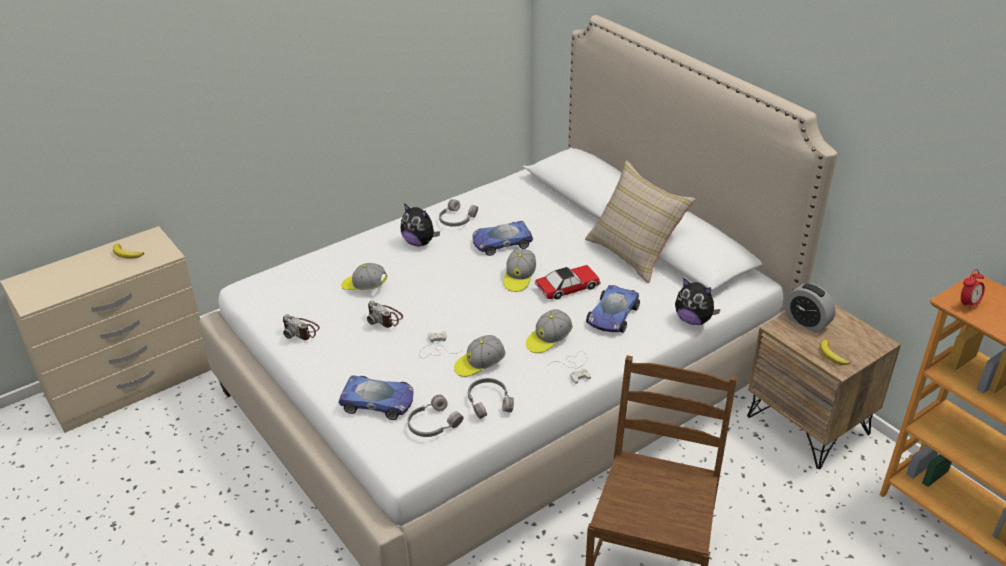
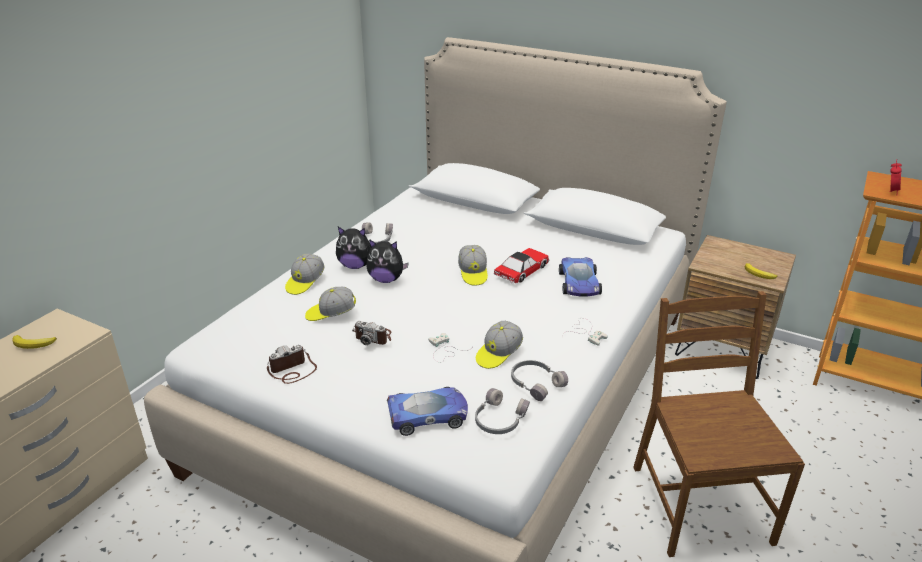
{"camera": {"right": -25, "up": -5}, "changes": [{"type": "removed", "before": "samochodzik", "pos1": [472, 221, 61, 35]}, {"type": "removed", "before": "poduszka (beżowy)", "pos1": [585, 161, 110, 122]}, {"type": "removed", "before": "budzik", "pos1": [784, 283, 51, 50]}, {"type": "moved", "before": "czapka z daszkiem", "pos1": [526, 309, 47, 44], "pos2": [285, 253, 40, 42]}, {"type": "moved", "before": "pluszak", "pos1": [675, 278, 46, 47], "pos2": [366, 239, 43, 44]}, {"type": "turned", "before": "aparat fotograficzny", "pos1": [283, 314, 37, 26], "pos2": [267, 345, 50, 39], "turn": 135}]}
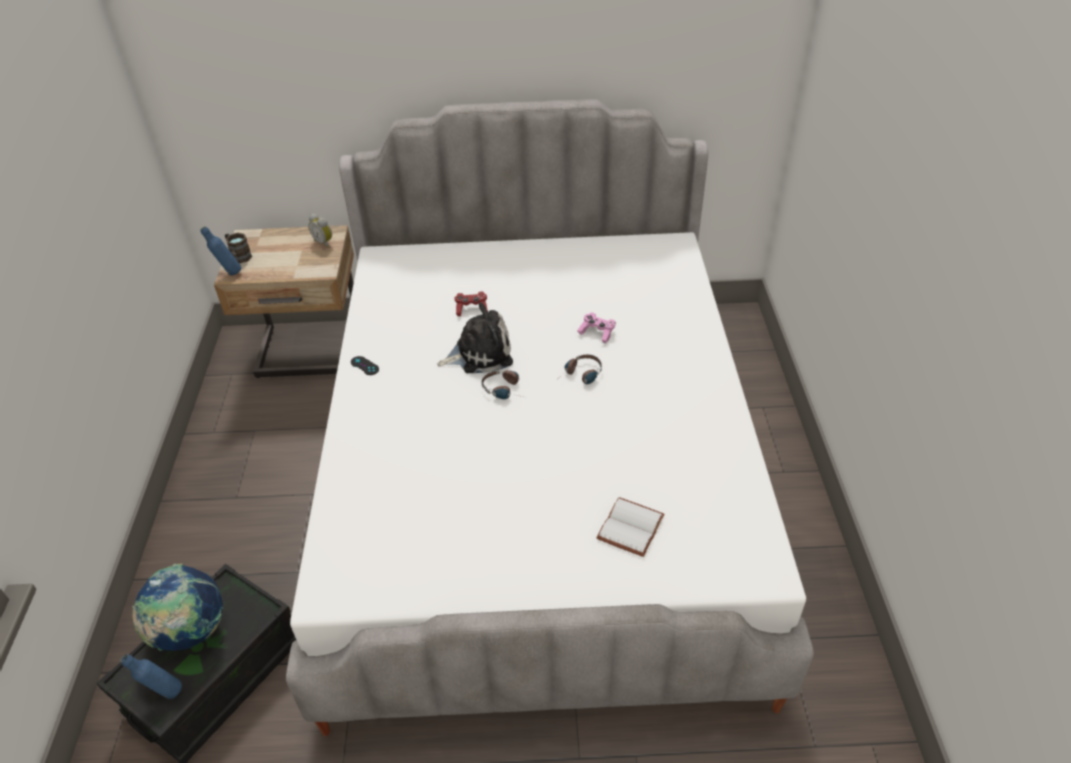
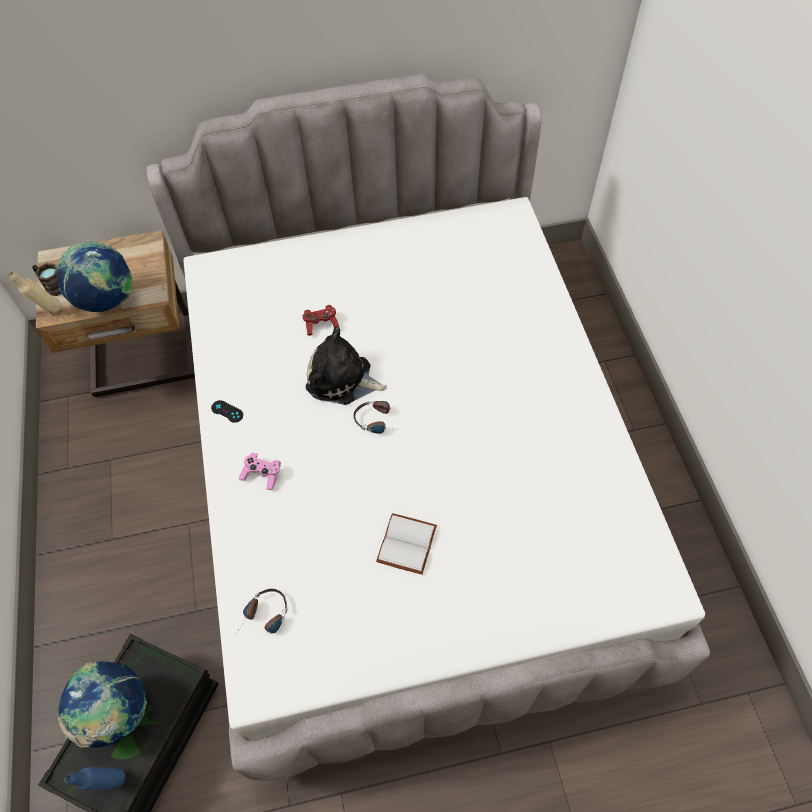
{"camera": {"right": -10, "up": 15}, "changes": [{"type": "removed", "before": "budzik", "pos1": [308, 214, 24, 34]}, {"type": "added", "after": "globus", "pos2": [56, 241, 76, 71]}, {"type": "moved", "before": "słuchawki", "pos1": [561, 355, 41, 29], "pos2": [237, 589, 50, 44]}, {"type": "moved", "before": "pad do gier (różowy)", "pos1": [577, 313, 38, 30], "pos2": [239, 453, 42, 37]}, {"type": "moved", "before": "książka (biały)", "pos1": [597, 497, 68, 60], "pos2": [376, 513, 61, 62]}, {"type": "recoloured", "before": "butelka (niebieski)", "after": "butelka (beżowy)", "pos1": [200, 227, 41, 49], "pos2": [8, 272, 53, 43]}, {"type": "turned", "before": "pluszak", "pos1": [437, 302, 76, 71], "pos2": [306, 327, 81, 78], "turn": -135}]}
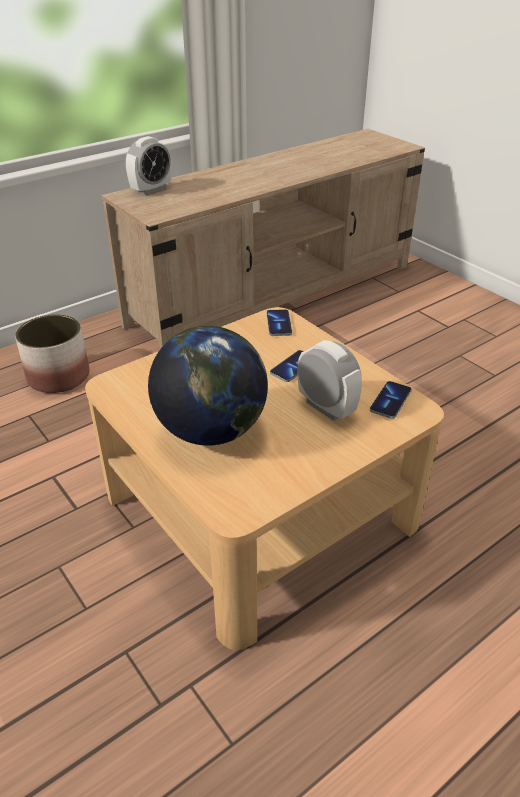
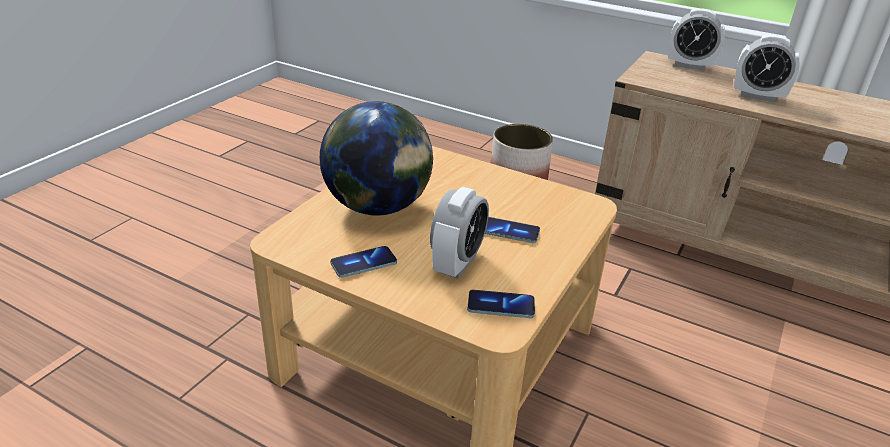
{"camera": {"right": 65, "up": -5}, "changes": [{"type": "added", "after": "budzik", "pos2": [734, 34, 66, 68]}, {"type": "moved", "before": "telefon", "pos1": [267, 309, 25, 27], "pos2": [330, 246, 67, 32]}]}
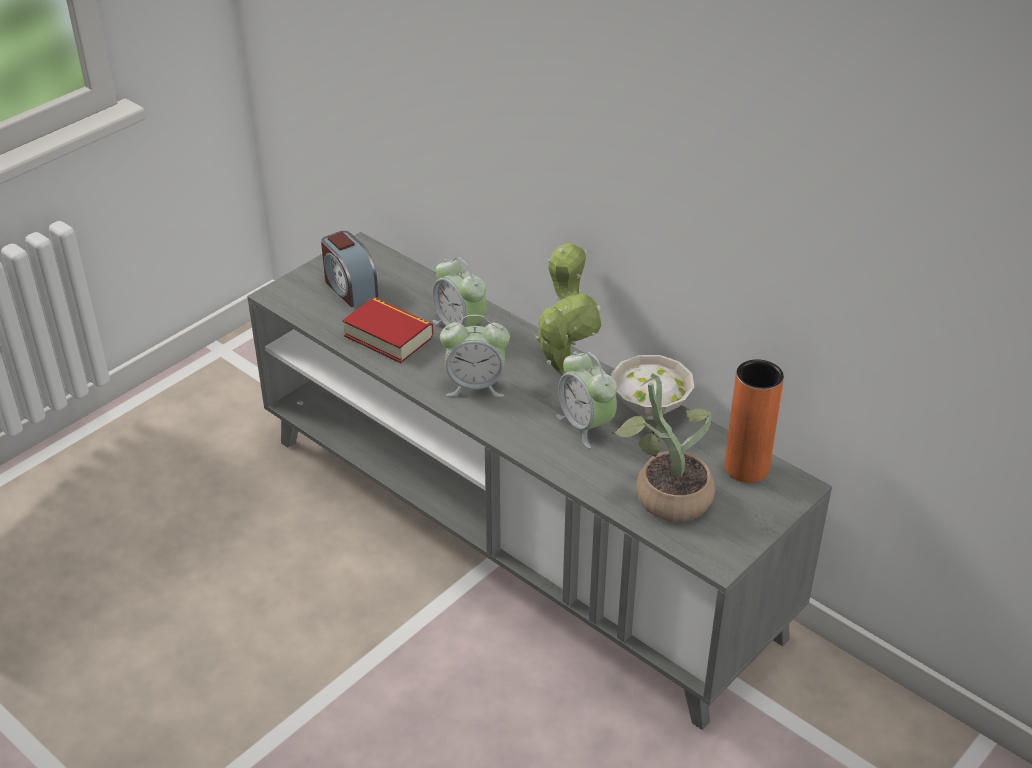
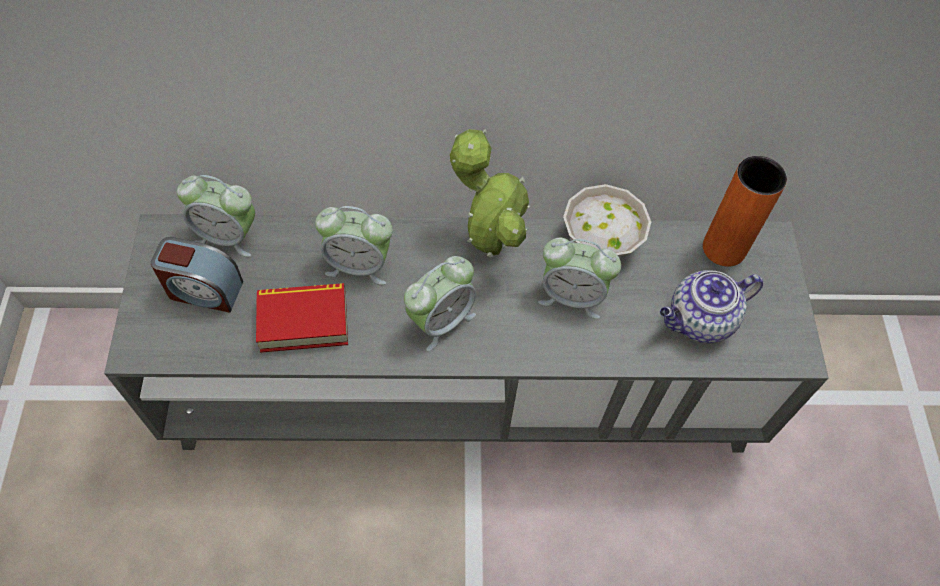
{"camera": {"right": -45, "up": 20}, "changes": [{"type": "added", "after": "budzik", "pos2": [177, 175, 78, 82]}, {"type": "replaced", "before": "roślina doniczkowa", "after": "imbryk", "pos1": [612, 373, 103, 149], "pos2": [660, 270, 103, 73]}]}
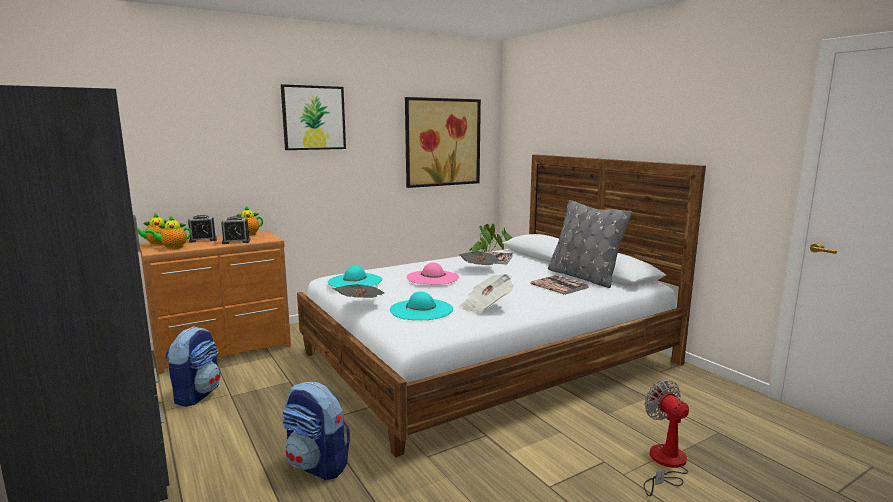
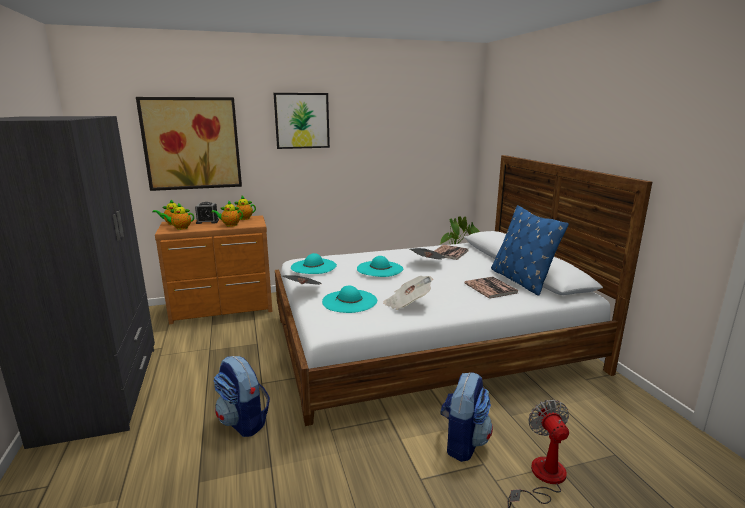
{"camera": {"right": 15, "up": 5}, "changes": [{"type": "moved", "before": "plecak", "pos1": [165, 326, 56, 81], "pos2": [440, 372, 53, 90]}, {"type": "moved", "before": "obraz", "pos1": [405, 97, 76, 91], "pos2": [136, 97, 106, 94]}, {"type": "replaced", "before": "budzik", "after": "imbryk", "pos1": [221, 216, 29, 28], "pos2": [211, 200, 32, 27]}, {"type": "recoloured", "before": "kapelusz (różowy)", "after": "kapelusz (turkusowy)", "pos1": [407, 262, 52, 23], "pos2": [357, 256, 46, 21]}, {"type": "recoloured", "before": "poduszka (szary)", "after": "poduszka (niebieski)", "pos1": [548, 200, 84, 88], "pos2": [491, 205, 78, 91]}]}
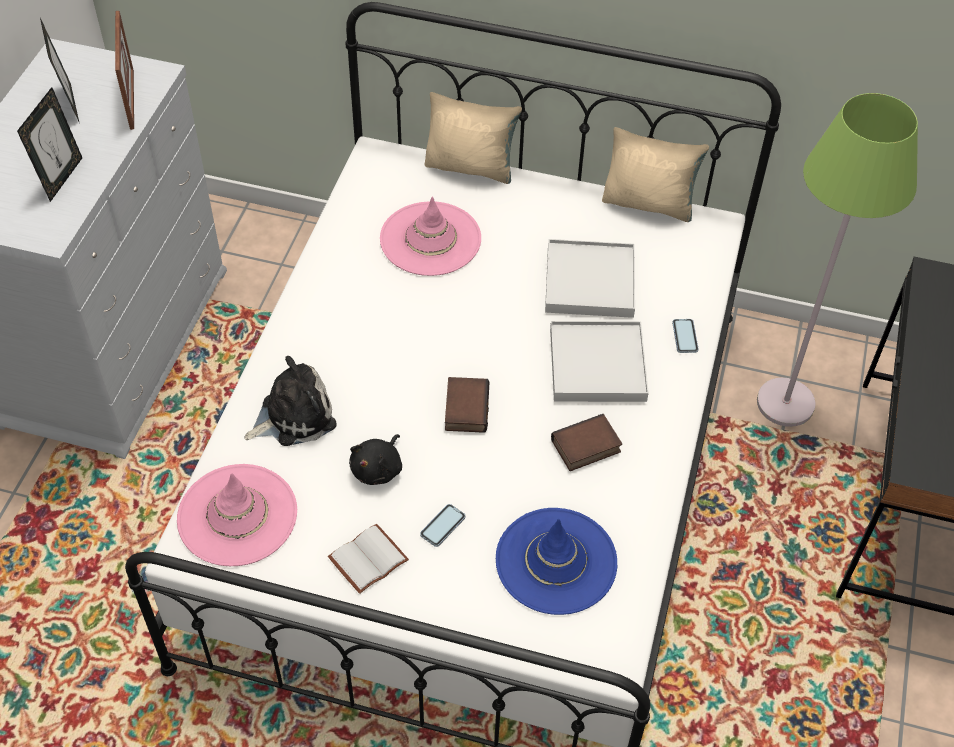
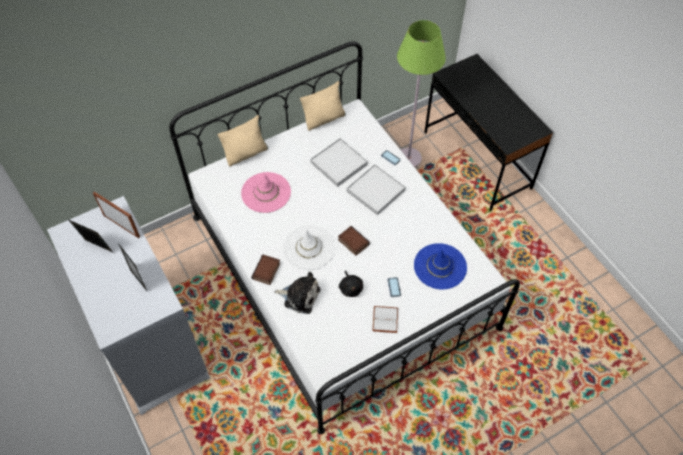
{"camera": {"right": -45, "up": 5}, "changes": [{"type": "removed", "before": "kapelusz (różowy)", "pos1": [177, 464, 120, 102]}, {"type": "added", "after": "kapelusz (biały)", "pos2": [283, 225, 52, 45]}, {"type": "moved", "before": "książka", "pos1": [551, 414, 71, 57], "pos2": [252, 254, 28, 31]}, {"type": "turned", "before": "pluszak", "pos1": [244, 356, 93, 90], "pos2": [275, 272, 46, 42], "turn": 90}]}
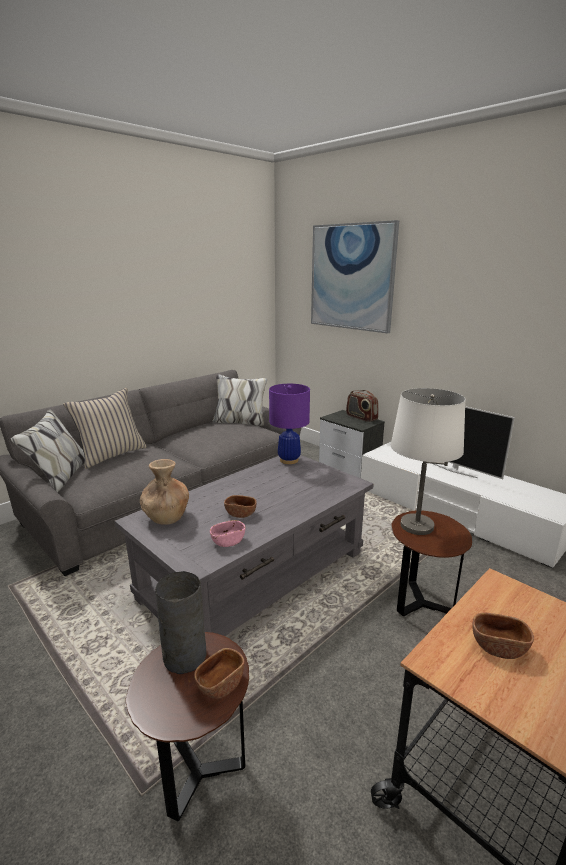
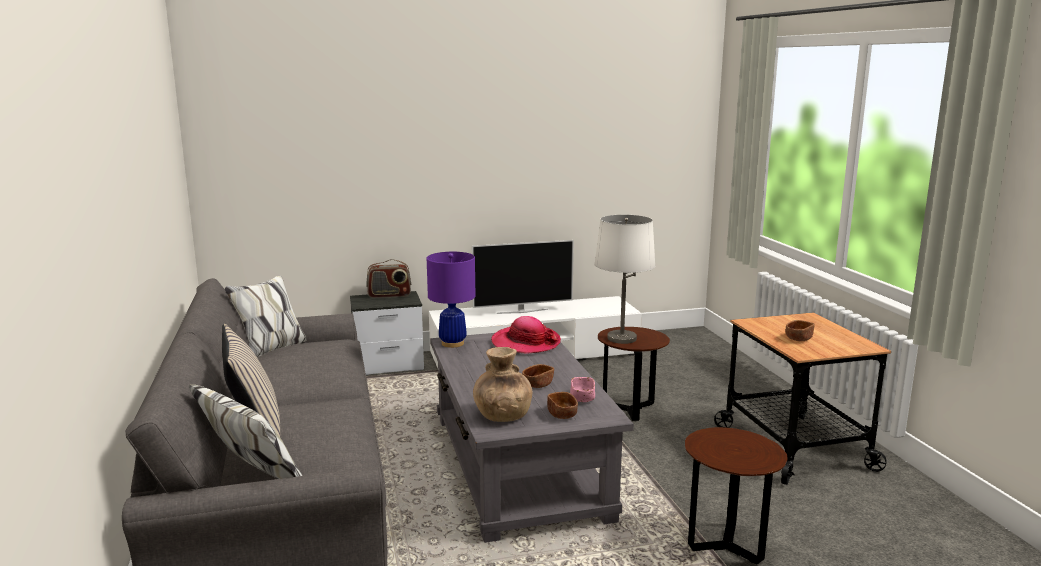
{"camera": {"right": -60, "up": -5}, "changes": [{"type": "removed", "before": "wazon (szary)", "pos1": [155, 571, 52, 103]}, {"type": "removed", "before": "obraz", "pos1": [311, 220, 88, 114]}, {"type": "added", "after": "kapelusz", "pos2": [491, 316, 70, 38]}, {"type": "moved", "before": "miska (brązowy)", "pos1": [194, 648, 51, 51], "pos2": [547, 392, 31, 27]}]}
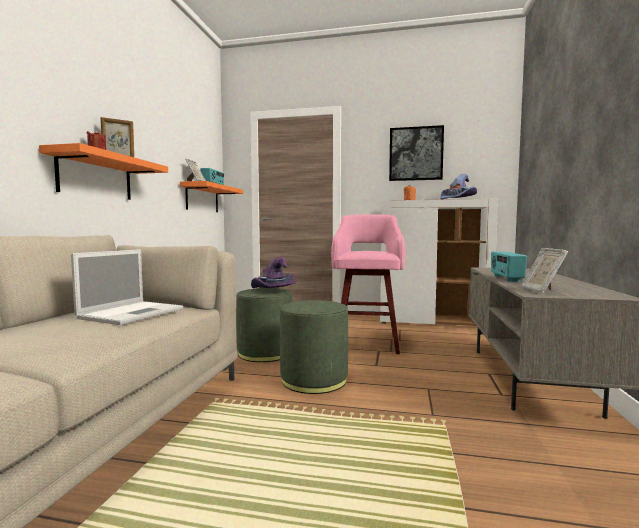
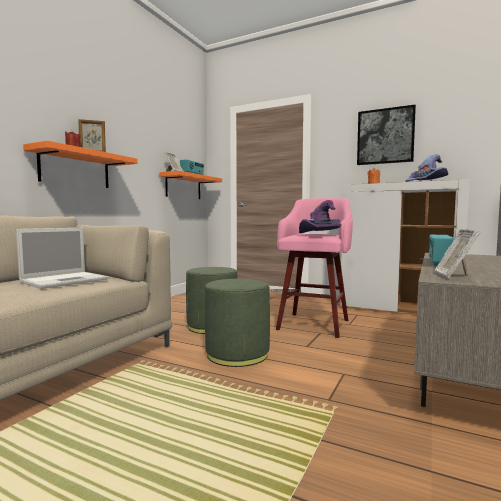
{"camera": {"right": 15, "up": 0}, "changes": [{"type": "moved", "before": "kapelusz (fioletowy)", "pos1": [251, 257, 45, 31], "pos2": [299, 200, 42, 33]}]}
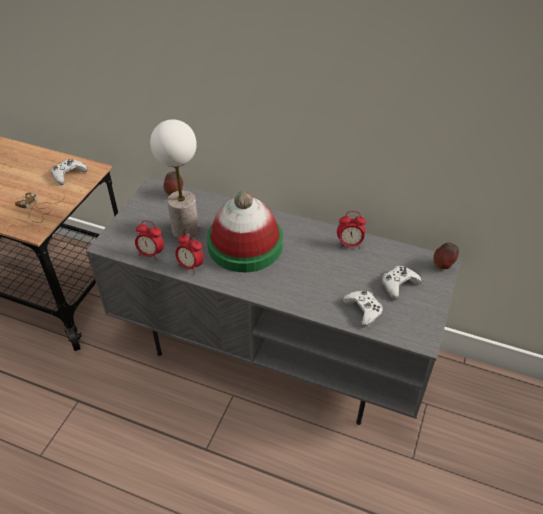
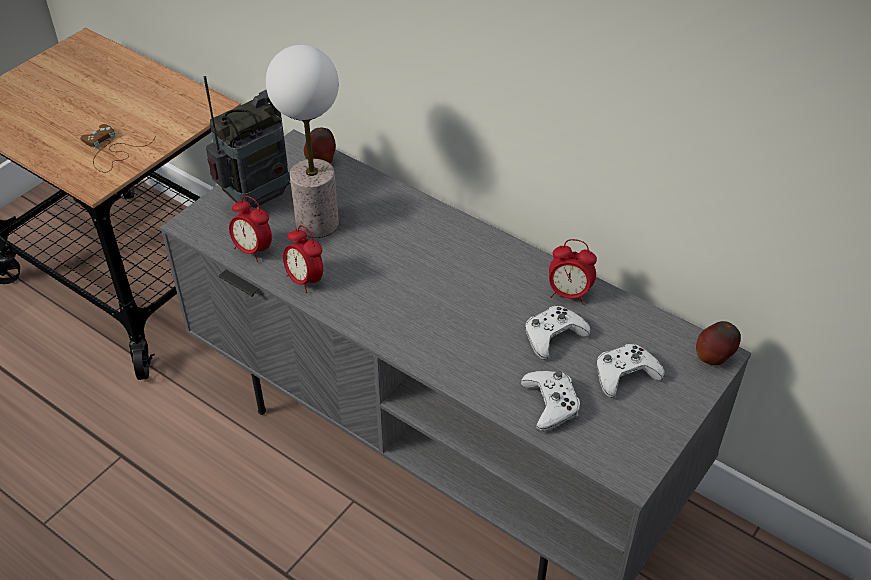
{"camera": {"right": 15, "up": 0}, "changes": [{"type": "removed", "before": "kapelusz", "pos1": [207, 191, 76, 81]}, {"type": "added", "after": "radio", "pos2": [204, 76, 86, 132]}, {"type": "moved", "before": "pad do gier (biały)", "pos1": [51, 159, 36, 26], "pos2": [525, 306, 66, 54]}]}
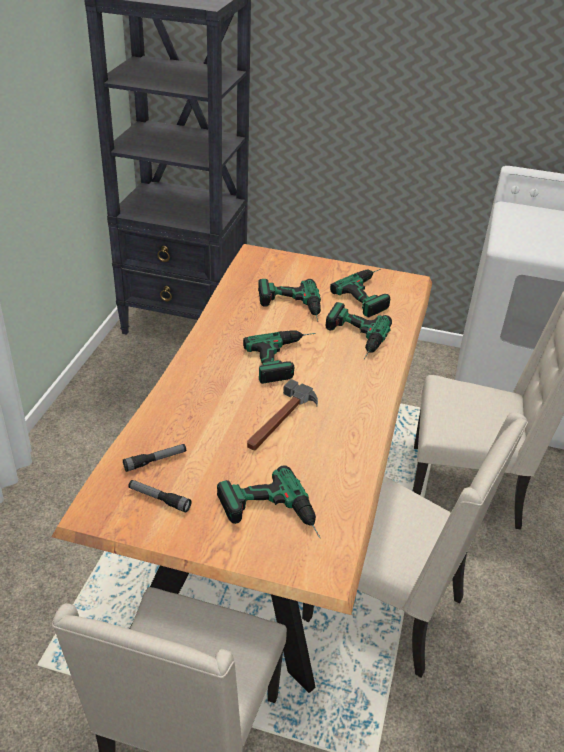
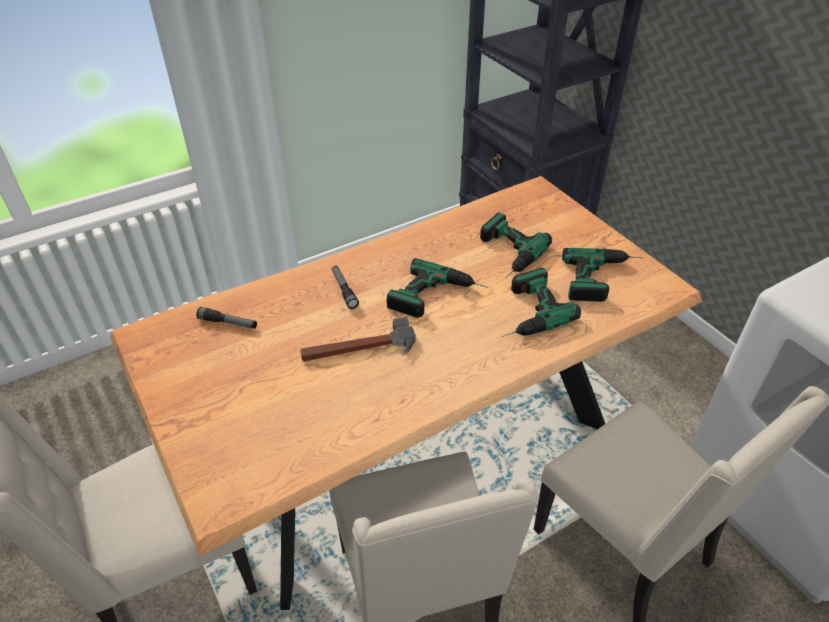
{"camera": {"right": 45, "up": 5}, "changes": [{"type": "removed", "before": "wiertarka", "pos1": [217, 465, 103, 73]}, {"type": "moved", "before": "latarka", "pos1": [128, 480, 64, 33], "pos2": [332, 266, 27, 43]}]}
